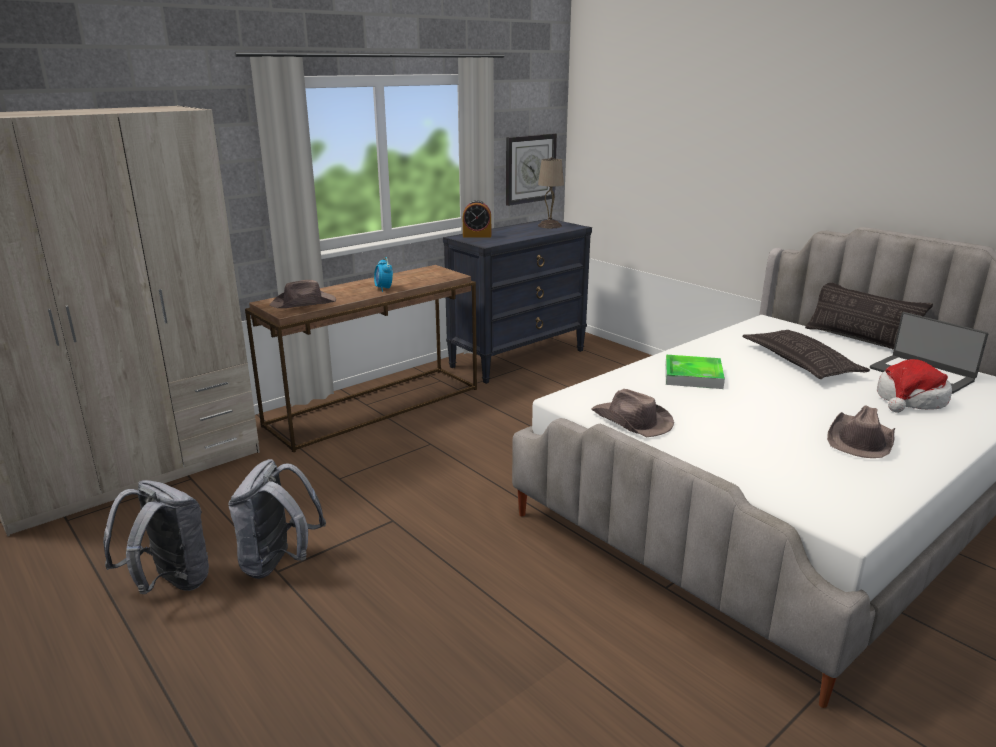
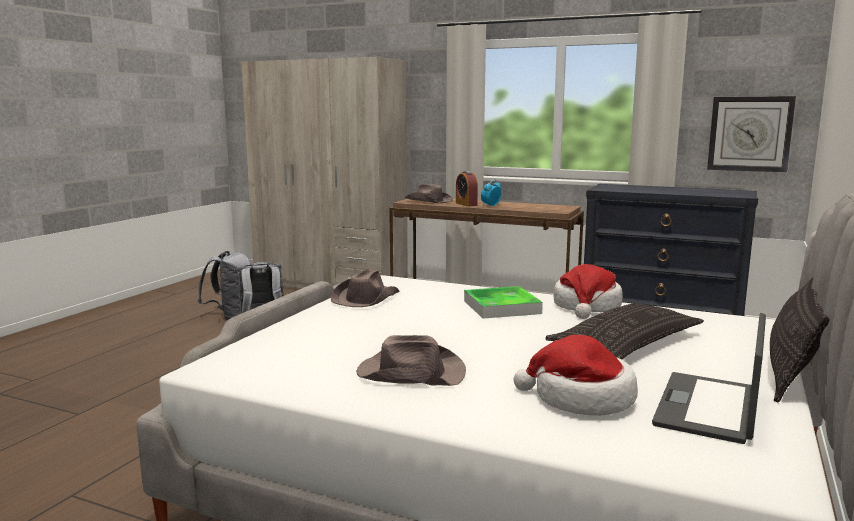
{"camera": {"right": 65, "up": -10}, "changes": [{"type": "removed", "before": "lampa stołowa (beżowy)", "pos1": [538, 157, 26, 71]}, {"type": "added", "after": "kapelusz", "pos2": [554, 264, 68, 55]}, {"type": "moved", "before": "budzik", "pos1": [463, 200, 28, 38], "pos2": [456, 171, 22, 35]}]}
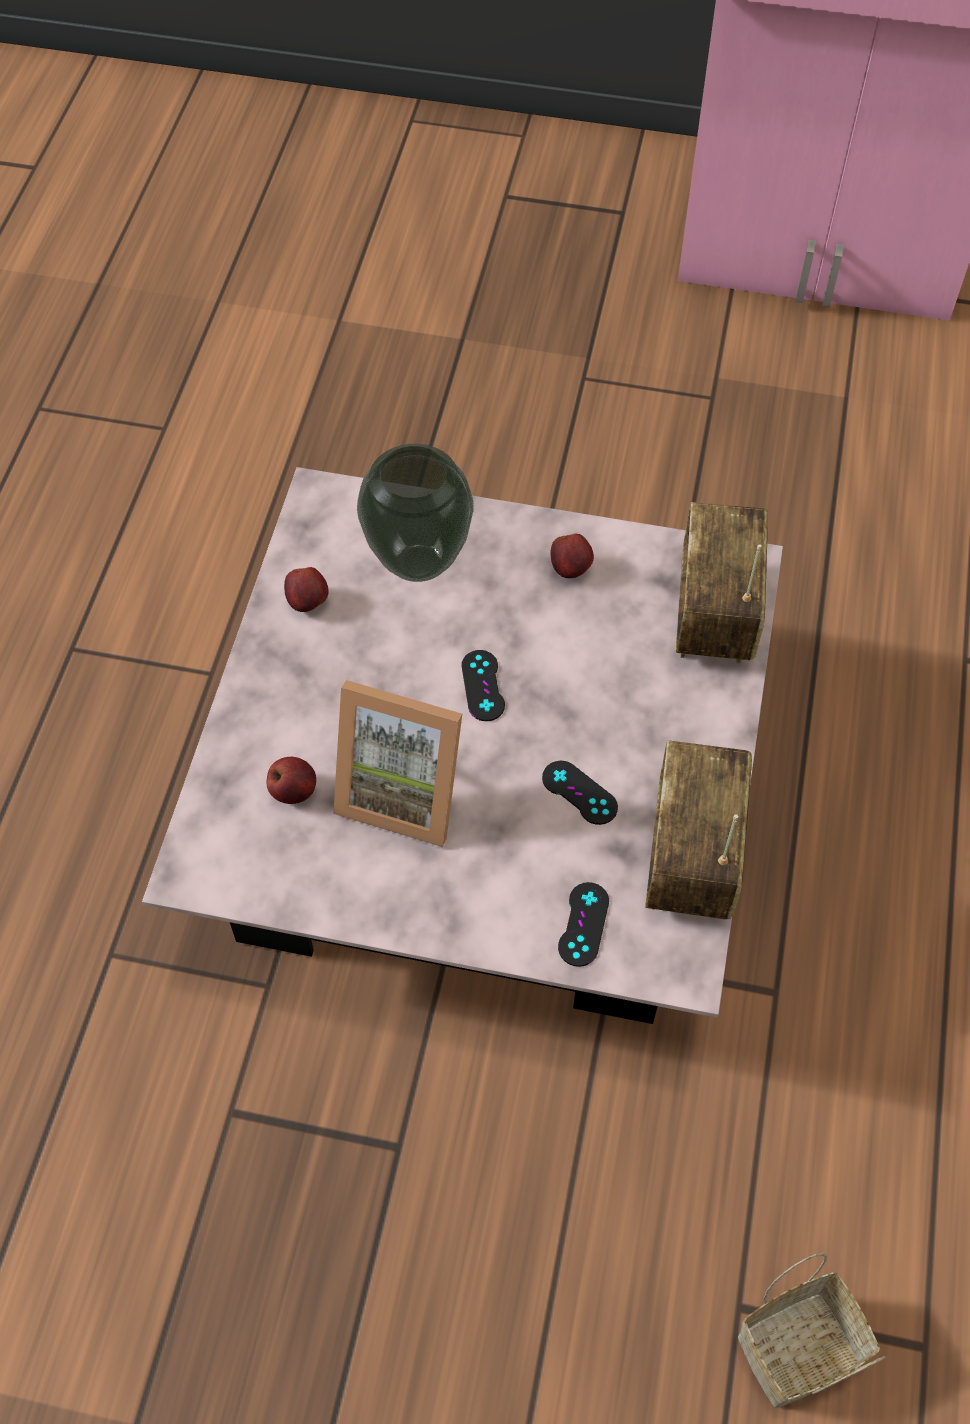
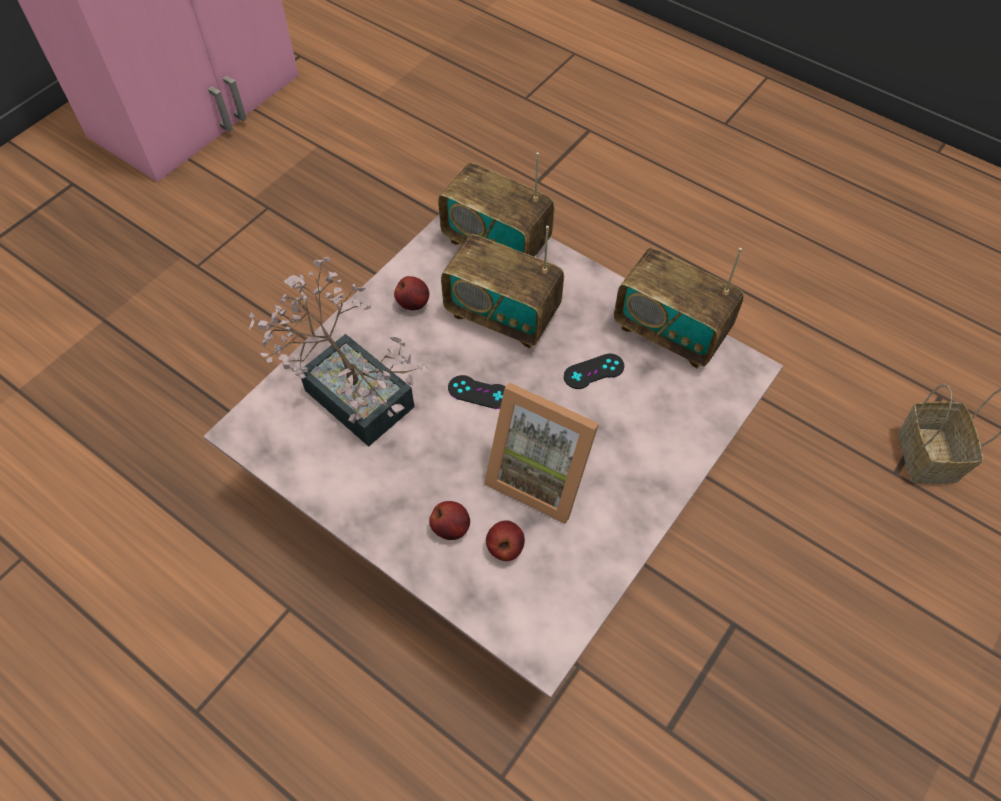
{"camera": {"right": -65, "up": 0}, "changes": [{"type": "removed", "before": "pad do gier (czarny)", "pos1": [558, 882, 51, 85]}, {"type": "added", "after": "radio", "pos2": [441, 226, 123, 122]}, {"type": "moved", "before": "jabłko", "pos1": [284, 567, 45, 45], "pos2": [429, 501, 41, 39]}, {"type": "replaced", "before": "wazon", "after": "roślina doniczkowa", "pos1": [357, 444, 117, 138], "pos2": [249, 257, 181, 190]}, {"type": "turned", "before": "ramka na zdjęcie", "pos1": [333, 680, 129, 167], "pos2": [484, 382, 115, 142], "turn": 75}]}
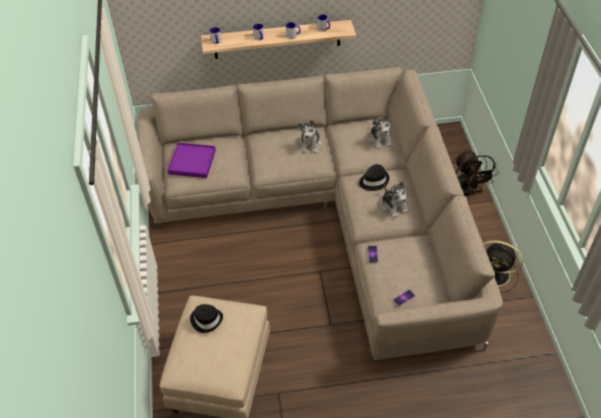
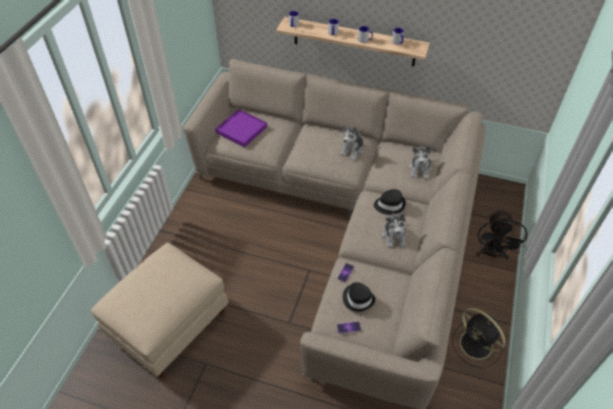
{"camera": {"right": 25, "up": 0}, "changes": [{"type": "moved", "before": "kapelusz (czarny)", "pos1": [190, 304, 33, 29], "pos2": [343, 282, 32, 30]}]}
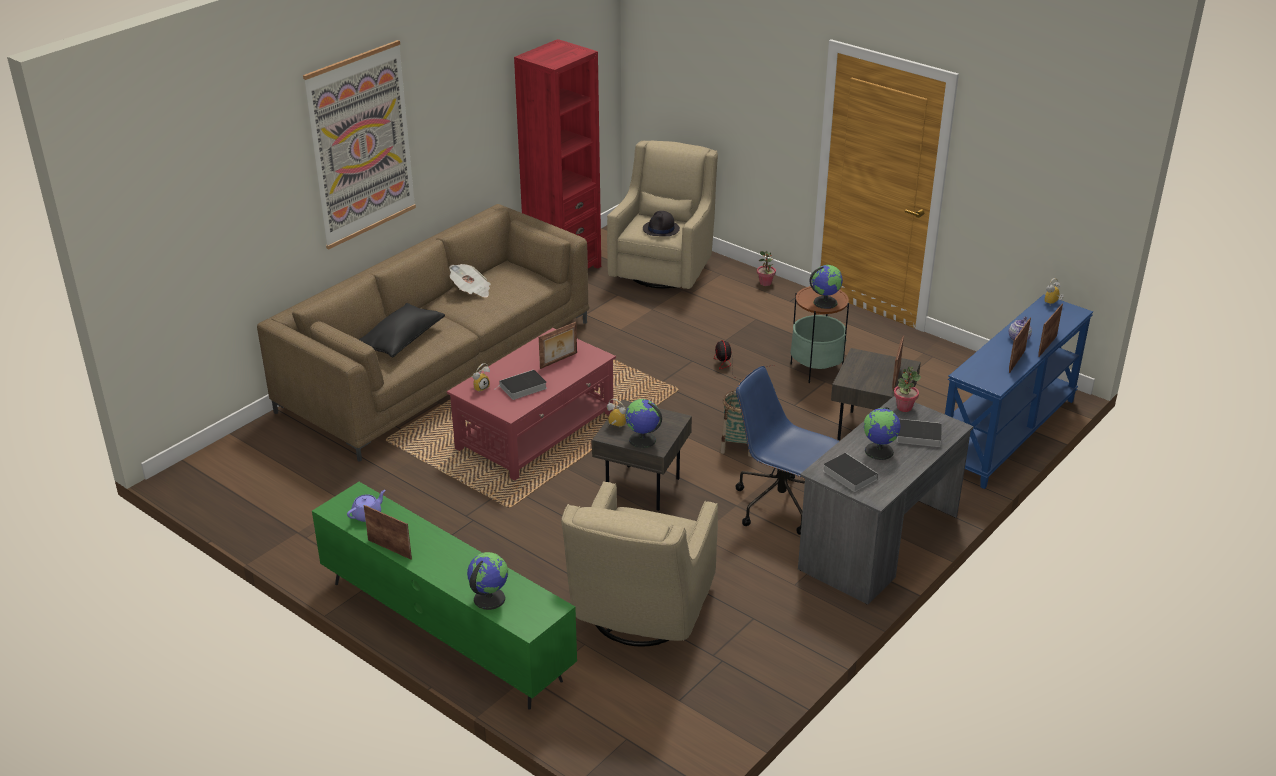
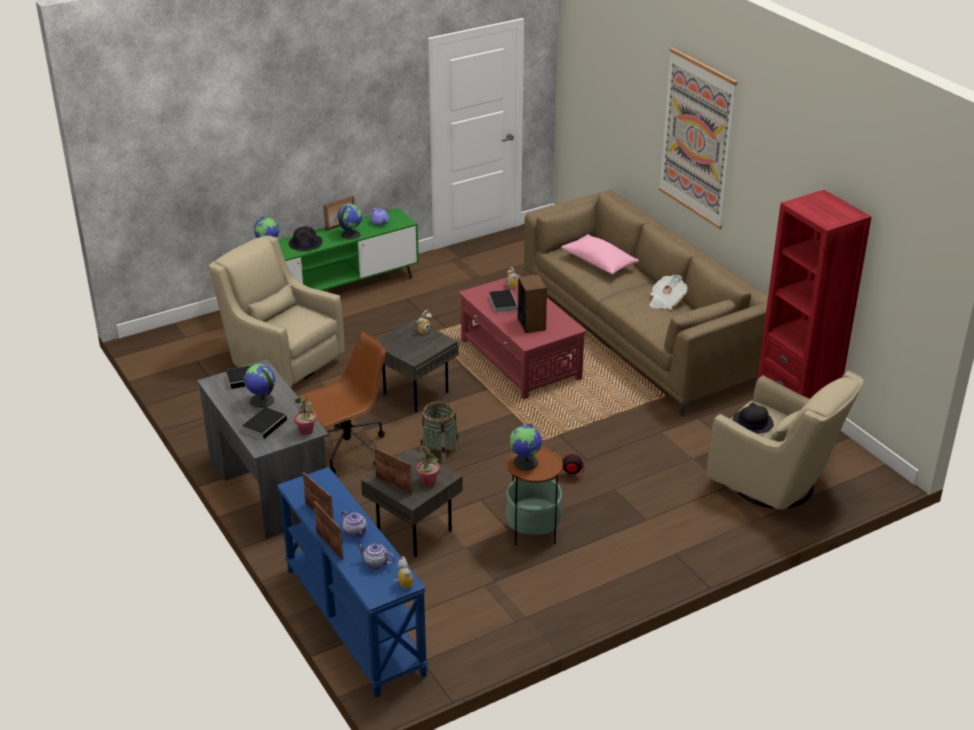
{"camera": {"right": 110, "up": 0}, "changes": [{"type": "added", "after": "kapelusz (czarny)", "pos2": [289, 226, 34, 25]}, {"type": "added", "after": "imbryk", "pos2": [357, 543, 38, 26]}, {"type": "moved", "before": "globus", "pos1": [625, 399, 37, 49], "pos2": [337, 204, 25, 36]}, {"type": "moved", "before": "roślina doniczkowa", "pos1": [757, 251, 19, 35], "pos2": [417, 444, 22, 42]}, {"type": "replaced", "before": "ramka na zdjęcie", "after": "głośnik", "pos1": [539, 322, 38, 47], "pos2": [517, 274, 30, 59]}, {"type": "recoloured", "before": "poduszka (czarny)", "after": "poduszka (różowy)", "pos1": [359, 303, 86, 54], "pos2": [561, 234, 78, 41]}, {"type": "recoloured", "before": "krzesło biurowe (niebieski)", "after": "krzesło biurowe (brązowy)", "pos1": [736, 366, 103, 169], "pos2": [298, 332, 88, 142]}]}
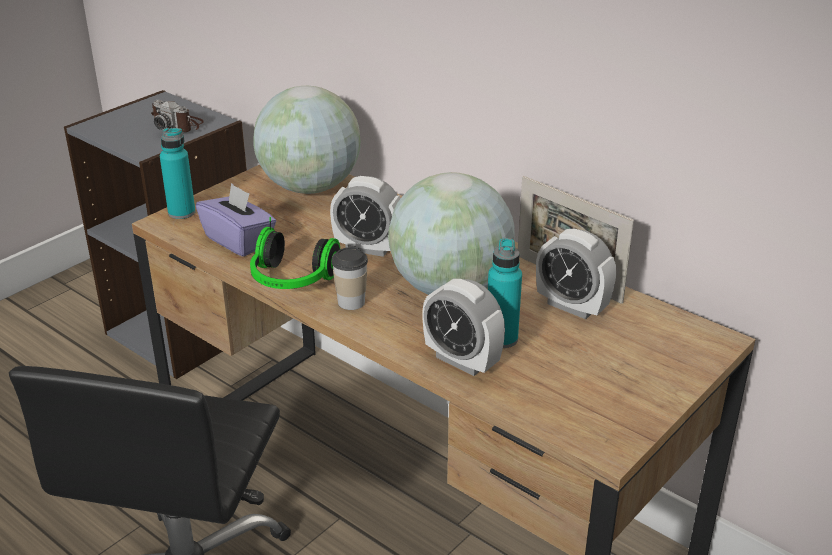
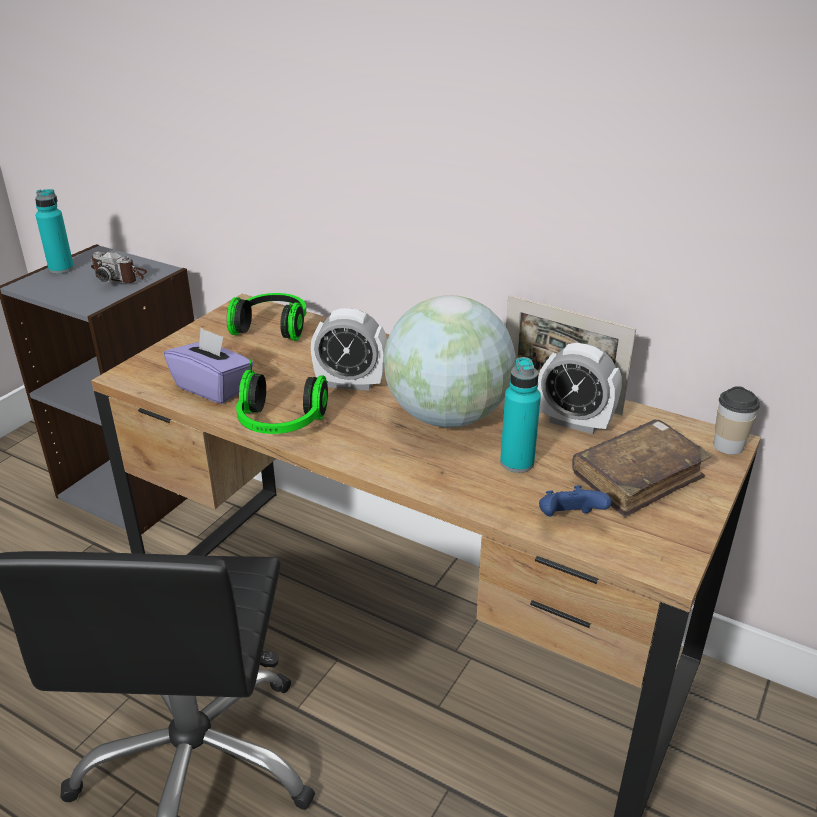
{"camera": {"right": -10, "up": 0}, "changes": [{"type": "removed", "before": "budzik", "pos1": [422, 279, 83, 97]}, {"type": "added", "after": "pad do gier (niebieski)", "pos2": [539, 485, 72, 32]}, {"type": "added", "after": "książka (brązowy)", "pos2": [572, 420, 140, 98]}, {"type": "moved", "before": "butelka (turkusowy)", "pos1": [160, 128, 35, 91], "pos2": [35, 189, 39, 85]}, {"type": "moved", "before": "filiżanka", "pos1": [332, 246, 36, 64], "pos2": [713, 386, 47, 69]}, {"type": "replaced", "before": "globus", "after": "słuchawki", "pos1": [254, 86, 107, 108], "pos2": [227, 293, 79, 48]}]}
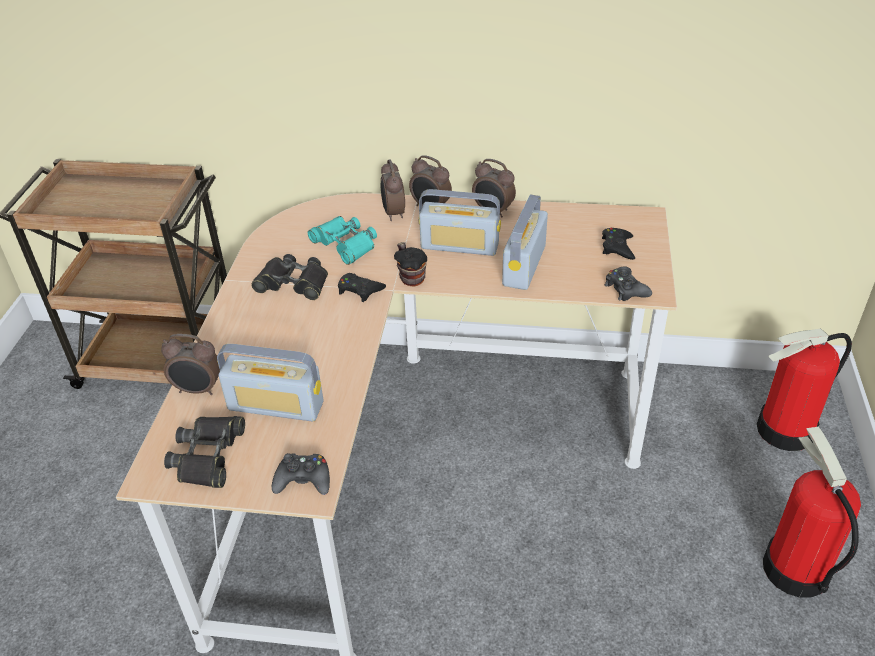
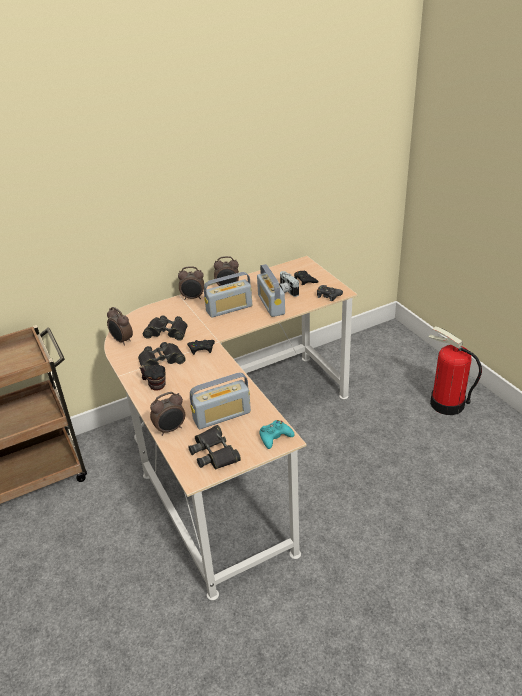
{"camera": {"right": -35, "up": -5}, "changes": [{"type": "removed", "before": "gaśnica", "pos1": [757, 329, 95, 122]}, {"type": "added", "after": "aparat fotograficzny", "pos2": [279, 271, 20, 26]}, {"type": "moved", "before": "budzik", "pos1": [381, 159, 24, 62], "pos2": [107, 307, 26, 39]}, {"type": "moved", "before": "kubek", "pos1": [394, 242, 33, 44], "pos2": [139, 365, 27, 26]}, {"type": "recoloured", "before": "pad do gier (czarny)", "after": "pad do gier (turkusowy)", "pos1": [272, 453, 58, 42], "pos2": [260, 420, 35, 29]}, {"type": "recoloured", "before": "lornetka (turkusowy)", "after": "lornetka (czarny)", "pos1": [308, 216, 69, 49], "pos2": [143, 316, 44, 25]}]}
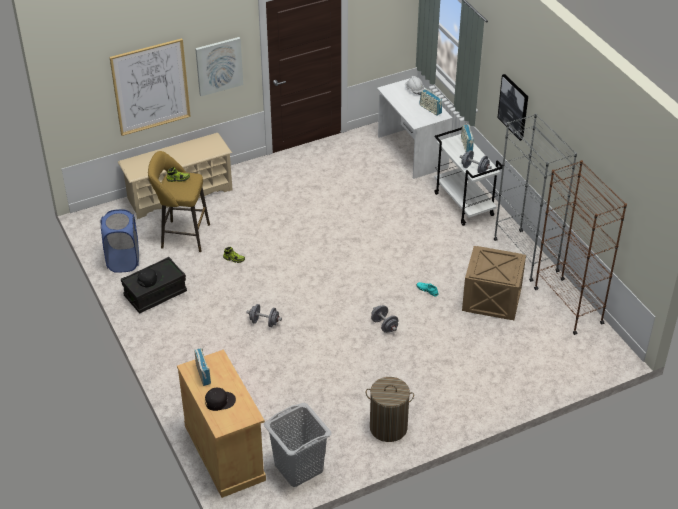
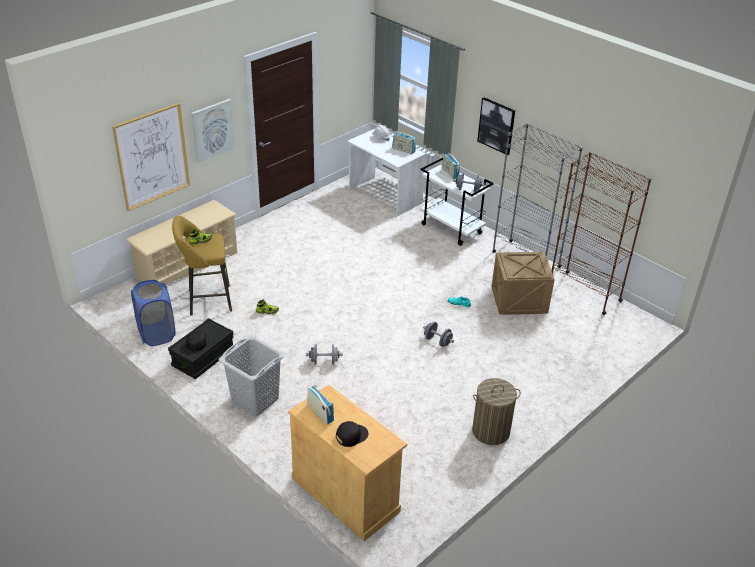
{"camera": {"right": -20, "up": -5}, "changes": [{"type": "moved", "before": "kosz na pranie (szary)", "pos1": [264, 403, 68, 84], "pos2": [219, 336, 66, 80]}]}
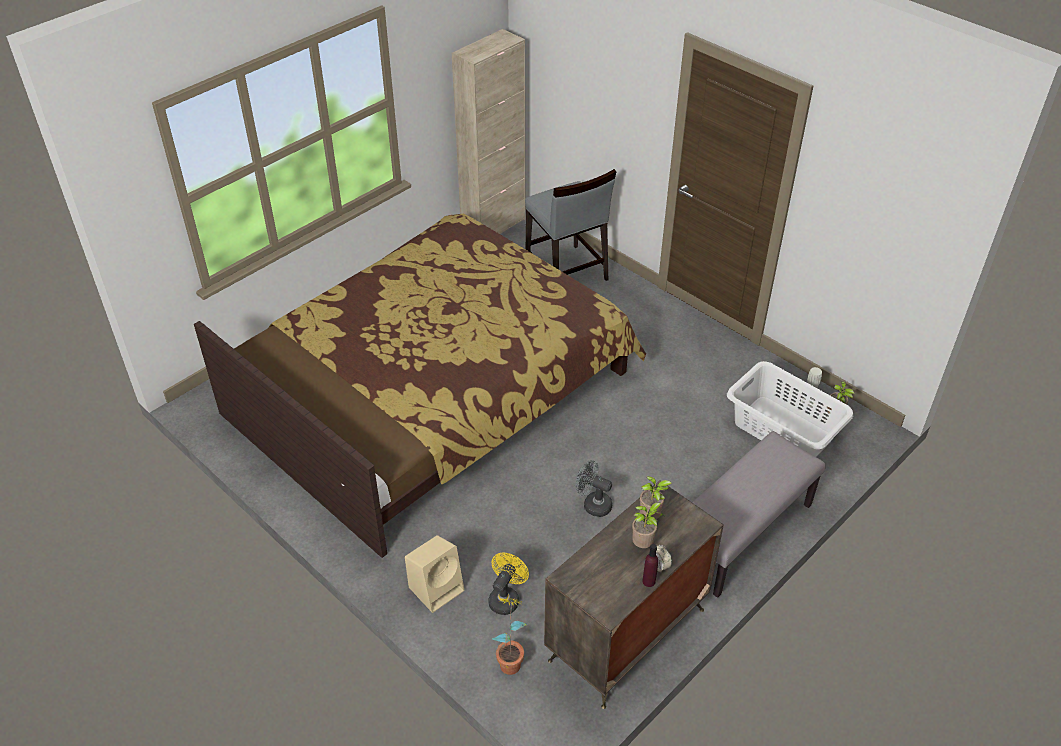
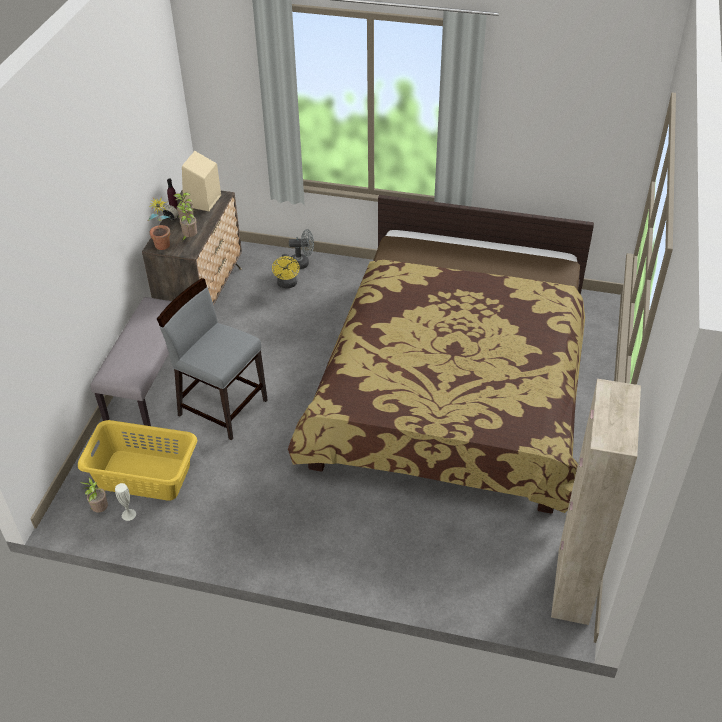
{"camera": {"right": 150, "up": 0}, "changes": [{"type": "moved", "before": "głośnik (beżowy)", "pos1": [405, 535, 59, 78], "pos2": [182, 151, 39, 60]}, {"type": "moved", "before": "roślina doniczkowa", "pos1": [492, 598, 36, 77], "pos2": [148, 197, 22, 53]}, {"type": "moved", "before": "krzesło (szary)", "pos1": [525, 169, 91, 112], "pos2": [157, 278, 111, 163]}, {"type": "moved", "before": "wentylator (szary)", "pos1": [576, 460, 36, 57], "pos2": [289, 229, 25, 40]}, {"type": "recoloured", "before": "kosz na pranie (biały)", "after": "kosz na pranie (żółty)", "pos1": [727, 361, 126, 96], "pos2": [78, 420, 119, 81]}]}
